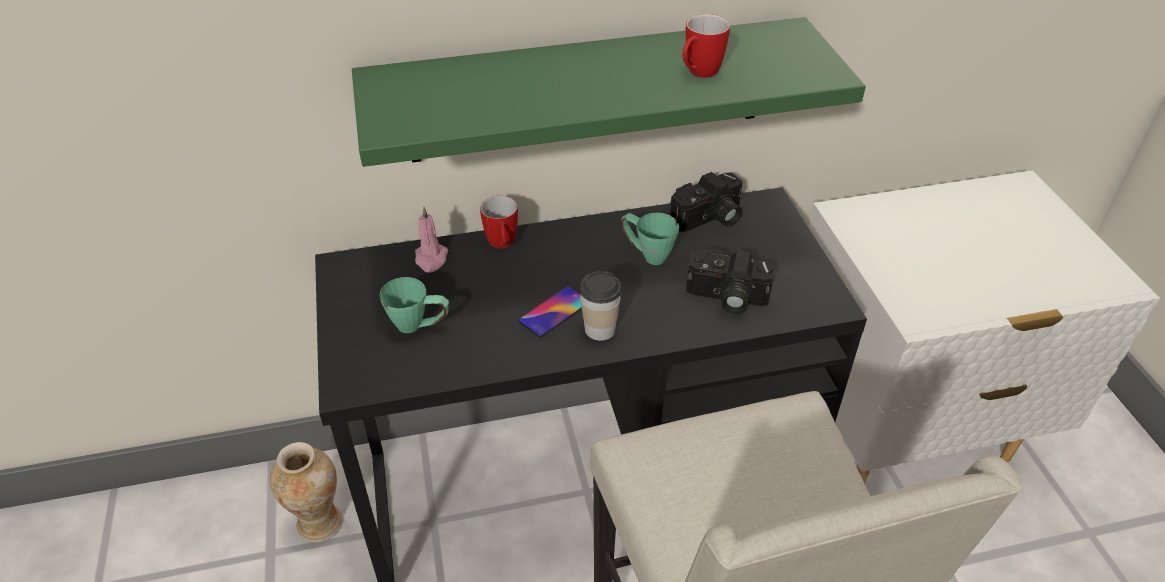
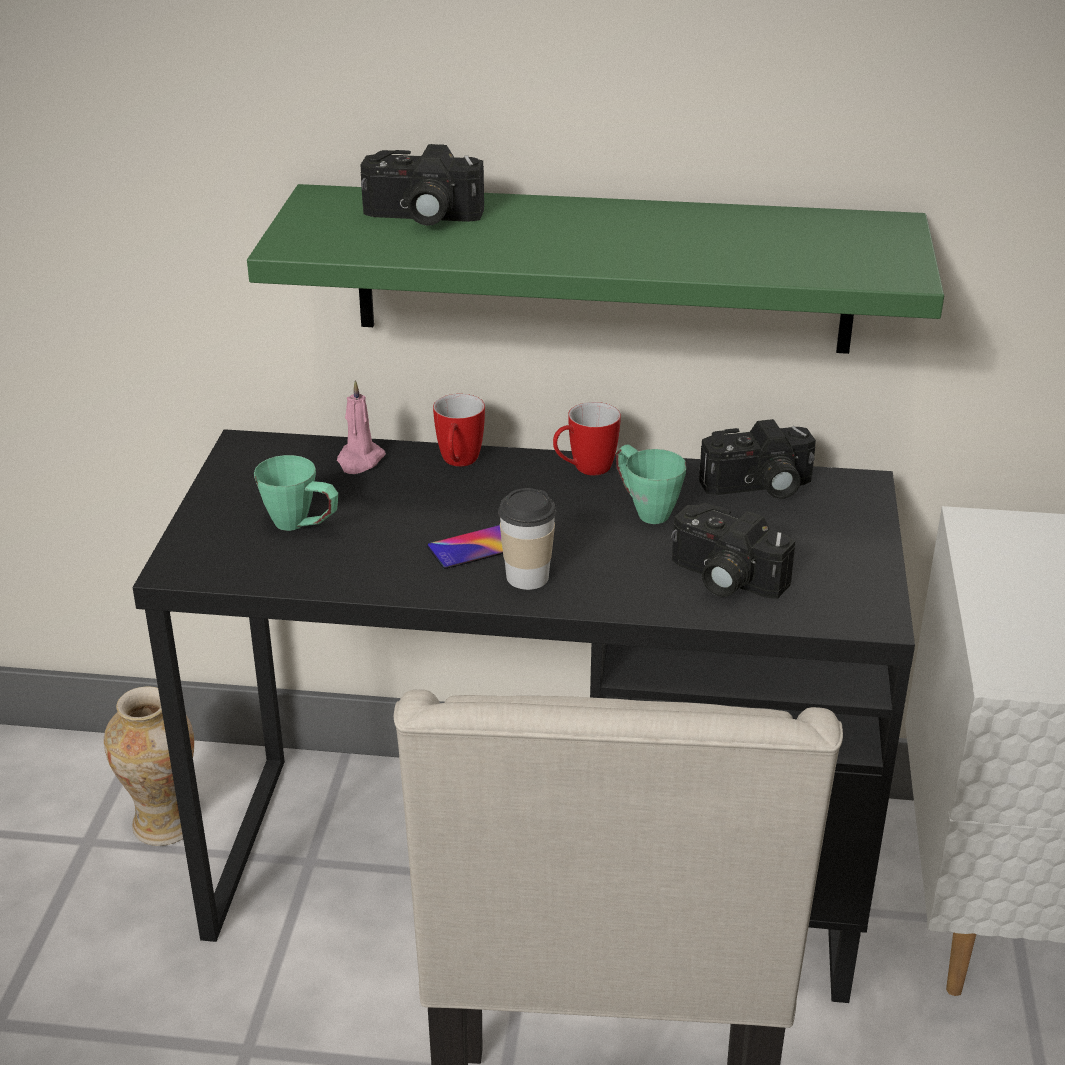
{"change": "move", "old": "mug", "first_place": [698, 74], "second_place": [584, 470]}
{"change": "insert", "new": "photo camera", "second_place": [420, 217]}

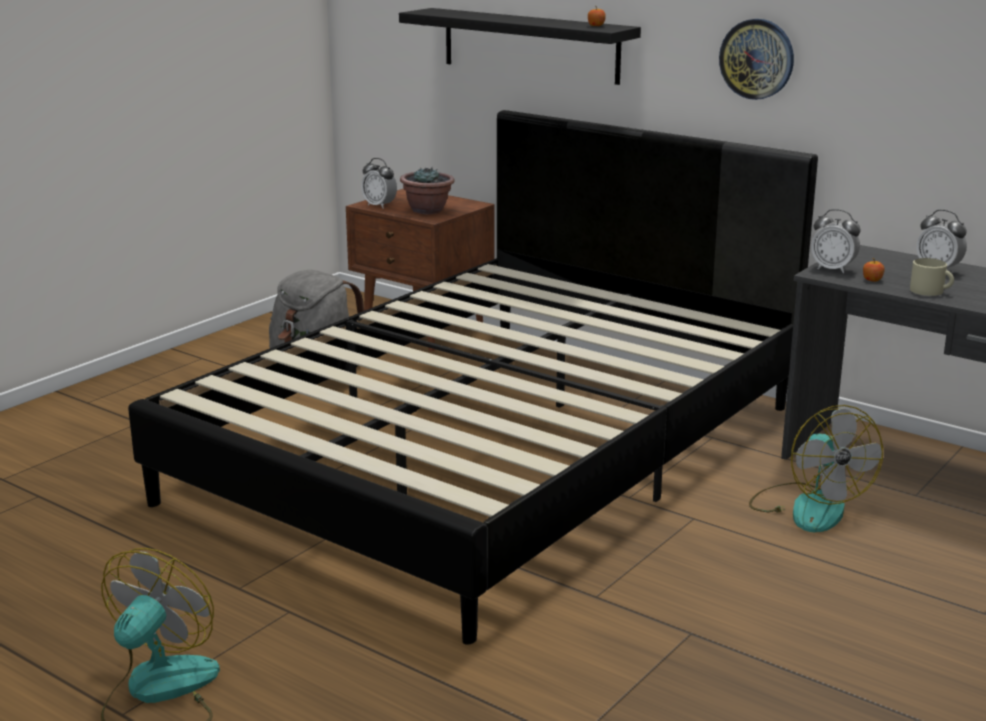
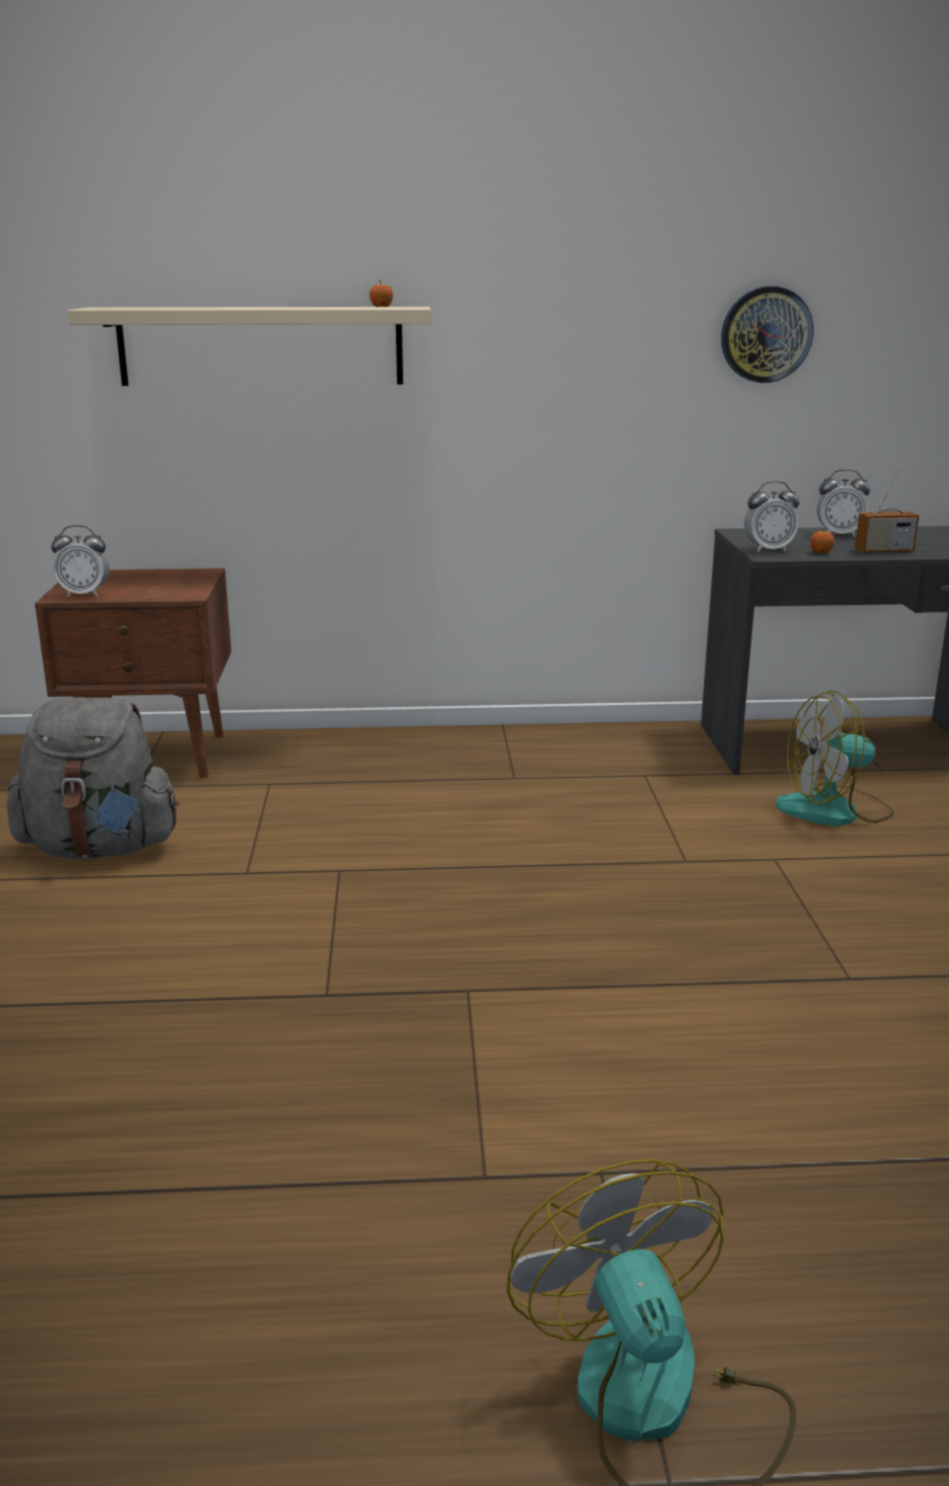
{"change": "delete", "old": "sleeping bed (black-coloured)", "first_place": [494, 452]}
{"change": "recolor", "old": "wall shelf (black-coloured)", "new": "wall shelf (beige-coloured)", "first_place": [530, 45], "second_place": [261, 346]}
{"change": "delete", "old": "plant in a pot", "first_place": [428, 210]}
{"change": "move", "old": "wall clock", "first_place": [757, 59], "second_place": [766, 334]}
{"change": "rotate", "old": "fan", "first_place": [808, 507], "second_place": [835, 810], "degrees": 135}
{"change": "replace", "old": "mug (beige-coloured)", "new": "radio receiver", "first_place": [931, 291], "second_place": [884, 551]}

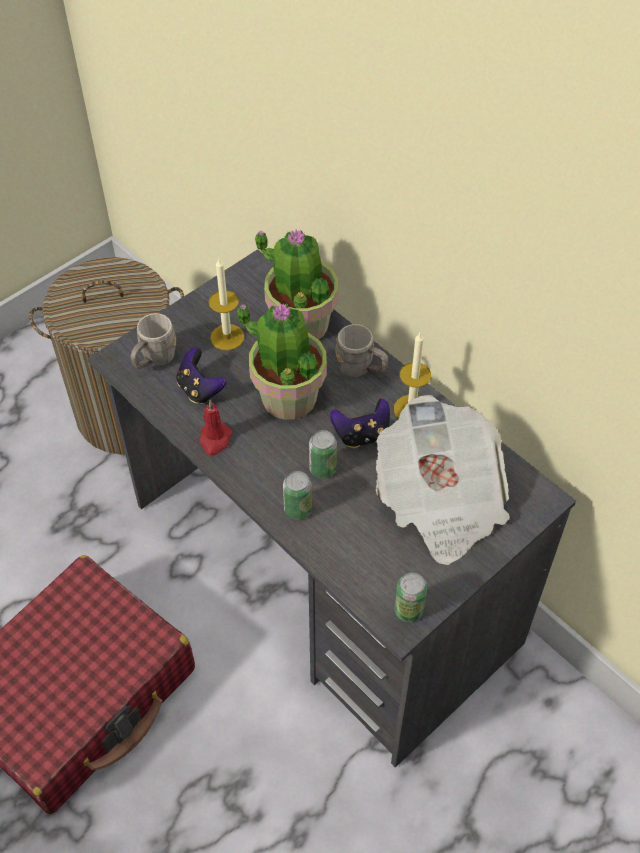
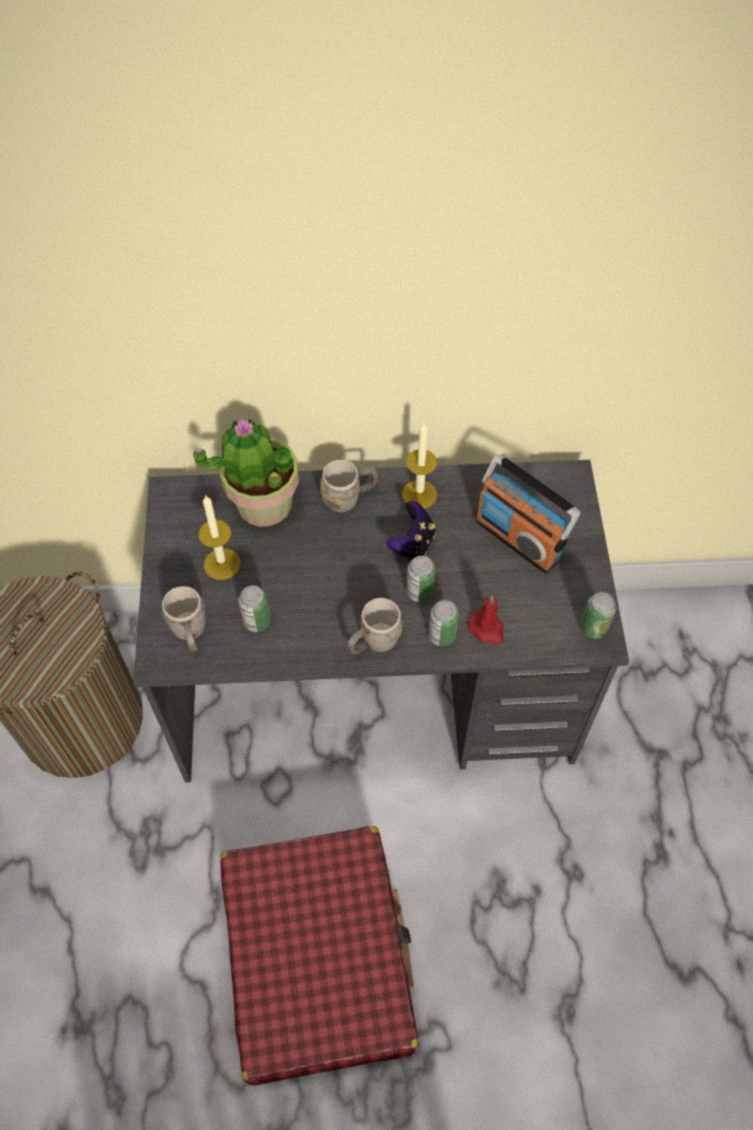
{"change": "replace", "old": "game controller", "new": "can", "first_place": [200, 389], "second_place": [257, 621]}
{"change": "move", "old": "candle (red)", "first_place": [215, 440], "second_place": [487, 629]}
{"change": "delete", "old": "plant in a pot", "first_place": [288, 397]}
{"change": "replace", "old": "newspaper", "new": "radio receiver", "first_place": [440, 501], "second_place": [518, 539]}
{"change": "insert", "new": "mug (grey)", "second_place": [374, 642]}

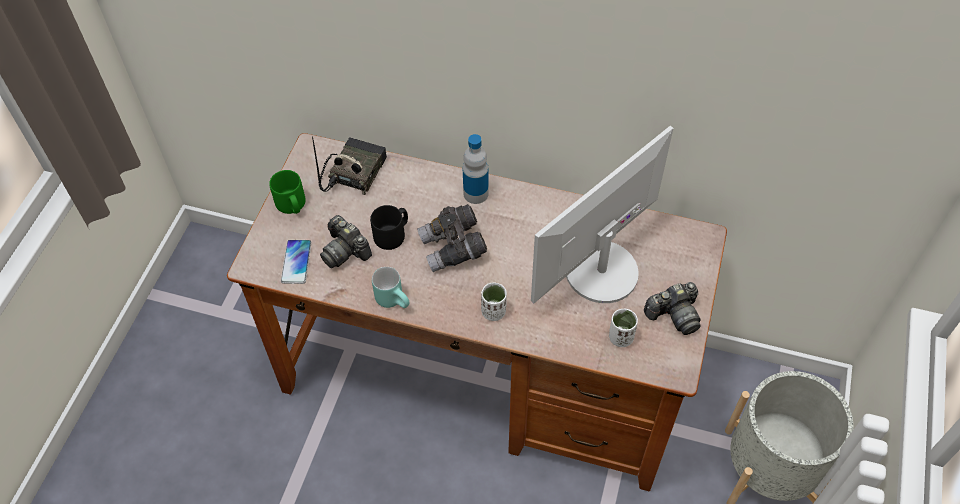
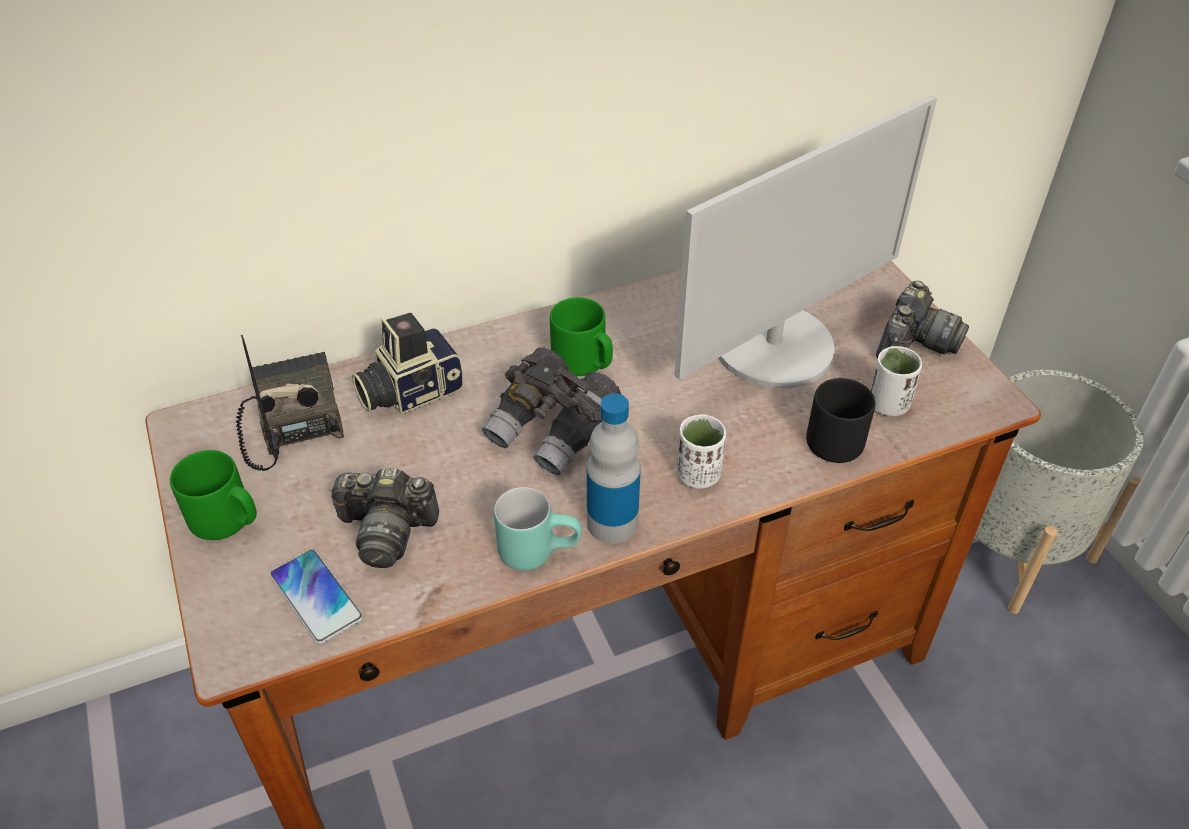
{"change": "move", "old": "mug (black-coloured)", "first_place": [392, 235], "second_place": [834, 437]}
{"change": "move", "old": "beverage bottle", "first_place": [476, 194], "second_place": [612, 523]}
{"change": "rotate", "old": "computer screen", "first_place": [600, 271], "second_place": [774, 347], "degrees": -135}
{"change": "insert", "new": "photo camera", "second_place": [409, 391]}
{"change": "insert", "new": "mug (green)", "second_place": [583, 362]}

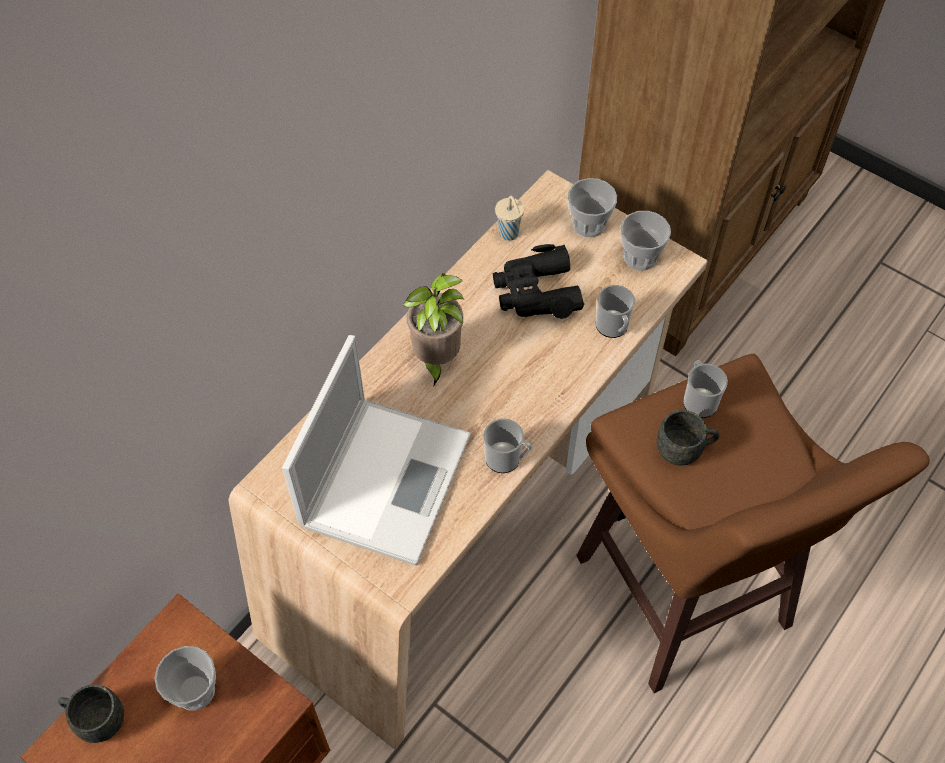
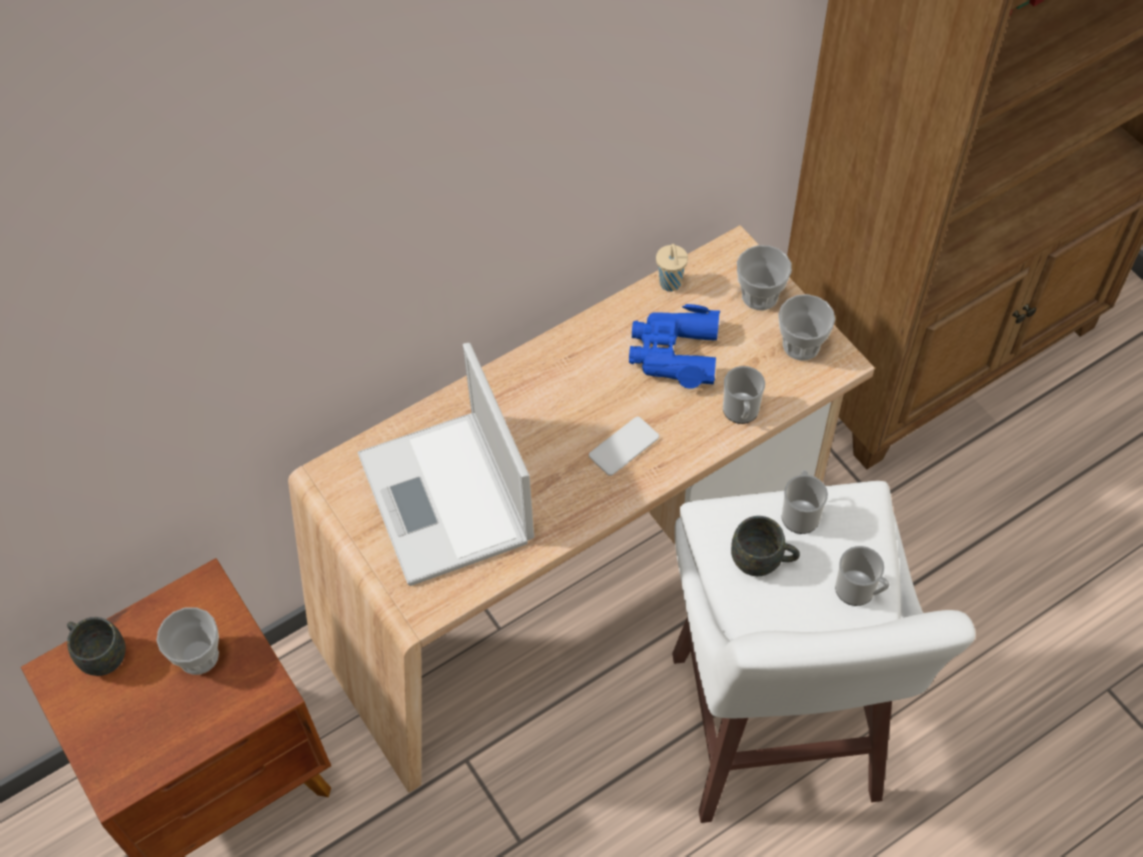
{"change": "rotate", "old": "laptop", "first_place": [387, 476], "second_place": [447, 500], "degrees": 120}
{"change": "delete", "old": "plant in a pot", "first_place": [436, 360]}
{"change": "move", "old": "mug", "first_place": [506, 459], "second_place": [859, 591]}
{"change": "recolor", "old": "field glasses (black-coloured)", "new": "field glasses (blue-coloured)", "first_place": [536, 292], "second_place": [674, 353]}
{"change": "recolor", "old": "stool seat (brown-coloured)", "new": "stool seat (whitish)", "first_place": [684, 597], "second_place": [773, 733]}
{"change": "insert", "new": "phone", "second_place": [624, 447]}

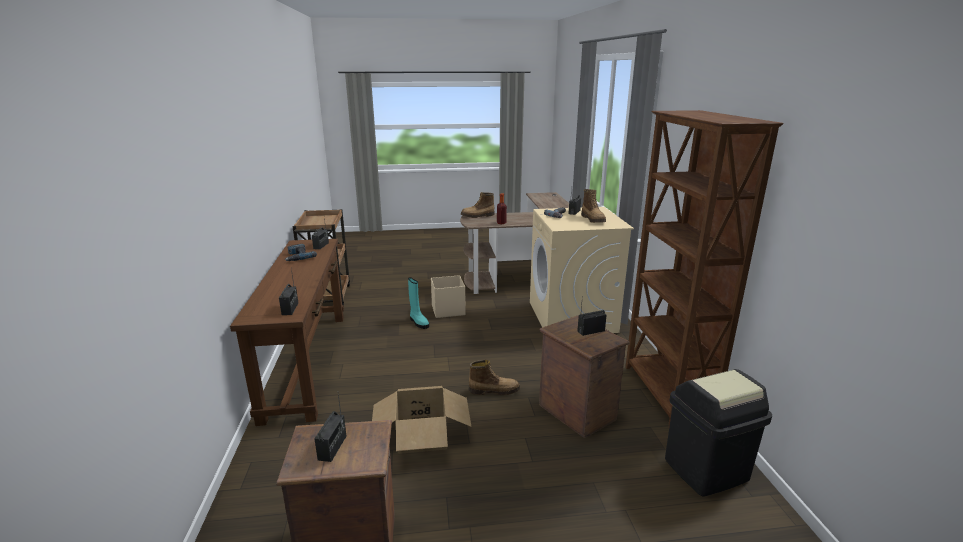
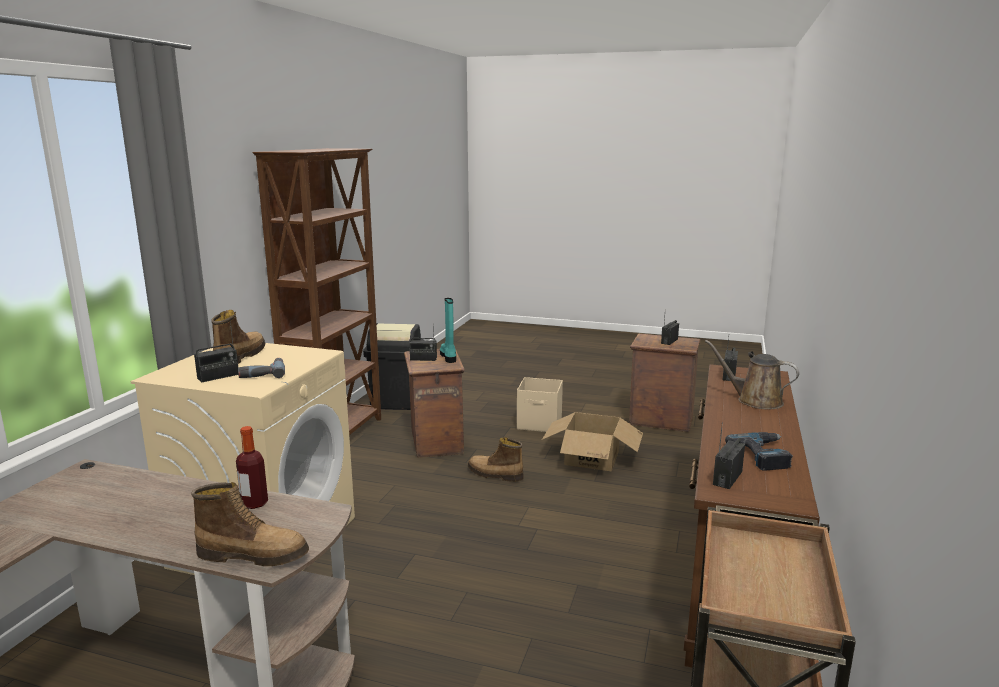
{"change": "move", "old": "tall boot (blue-green)", "first_place": [418, 322], "second_place": [449, 357]}
{"change": "move", "old": "storage container (beige-coloured)", "first_place": [447, 310], "second_place": [540, 424]}
{"change": "insert", "new": "watering pot (brown-coloured)", "second_place": [755, 401]}

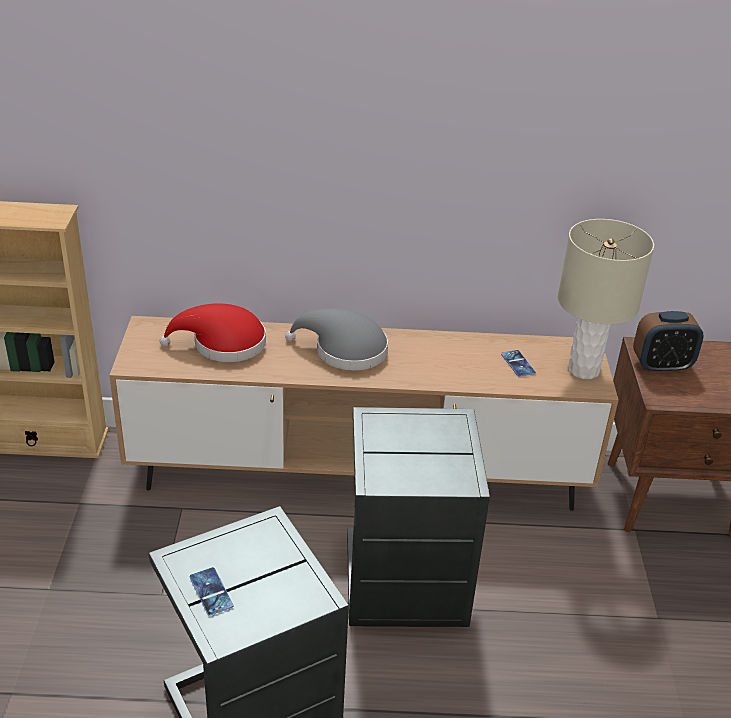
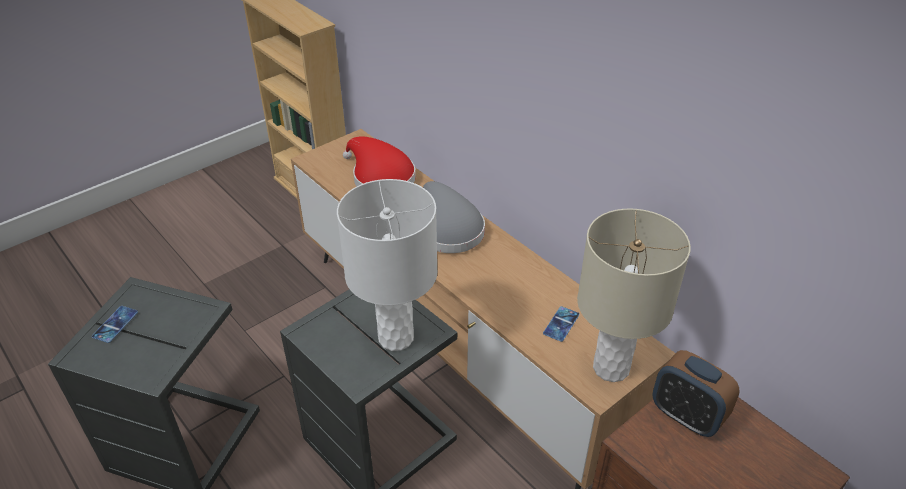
{"change": "insert", "new": "lamp for a table (whitish)", "second_place": [395, 337]}

